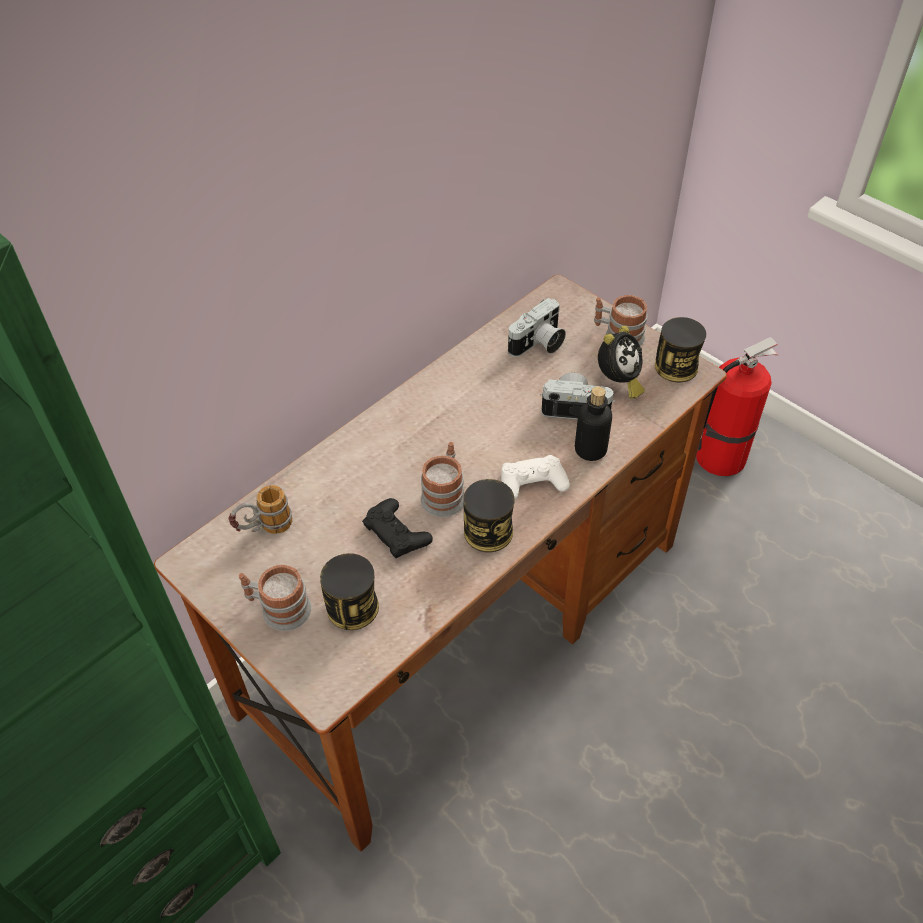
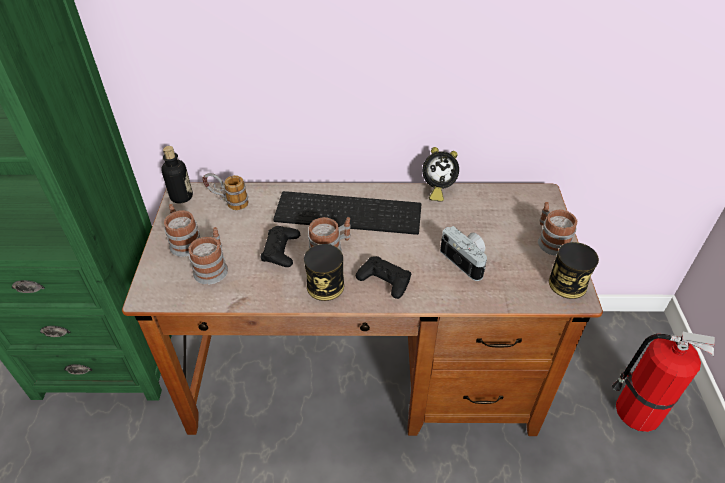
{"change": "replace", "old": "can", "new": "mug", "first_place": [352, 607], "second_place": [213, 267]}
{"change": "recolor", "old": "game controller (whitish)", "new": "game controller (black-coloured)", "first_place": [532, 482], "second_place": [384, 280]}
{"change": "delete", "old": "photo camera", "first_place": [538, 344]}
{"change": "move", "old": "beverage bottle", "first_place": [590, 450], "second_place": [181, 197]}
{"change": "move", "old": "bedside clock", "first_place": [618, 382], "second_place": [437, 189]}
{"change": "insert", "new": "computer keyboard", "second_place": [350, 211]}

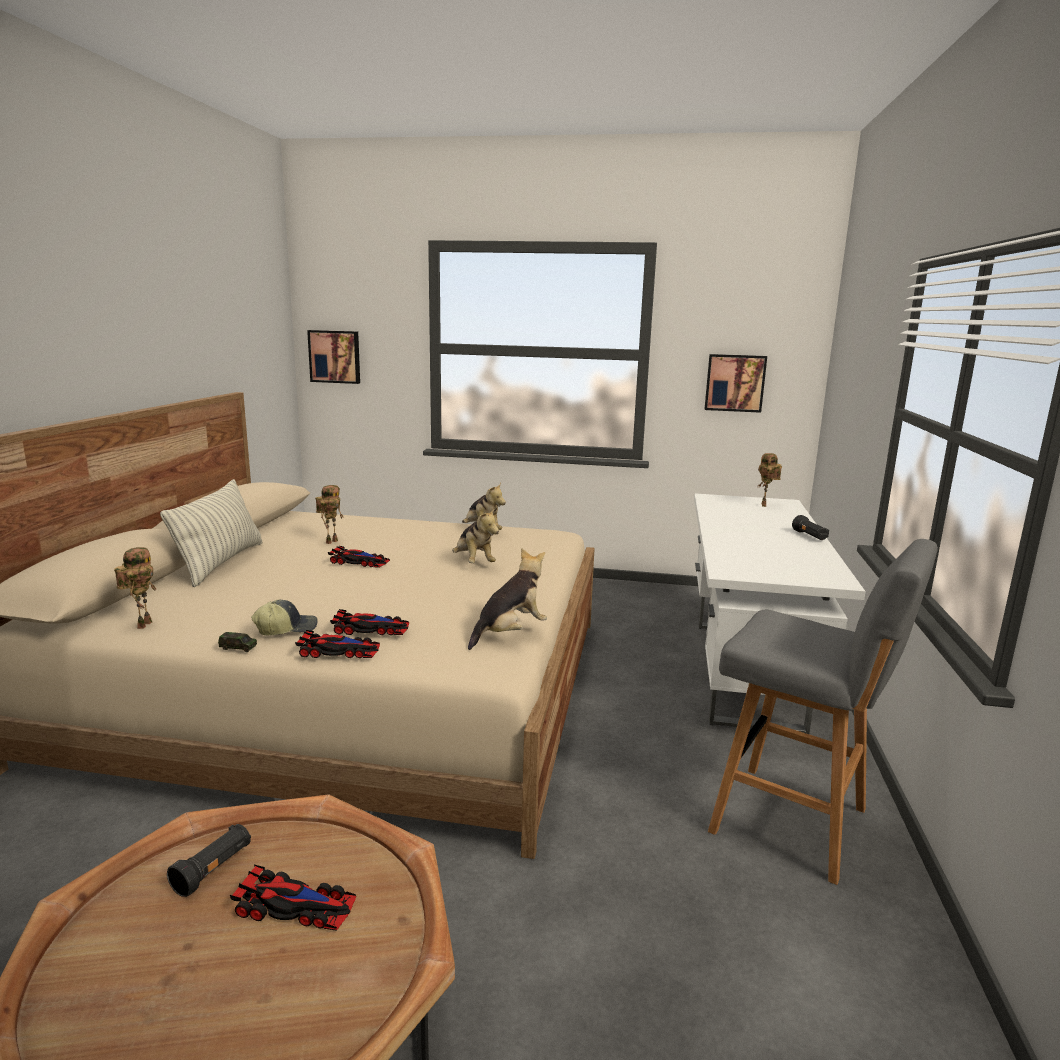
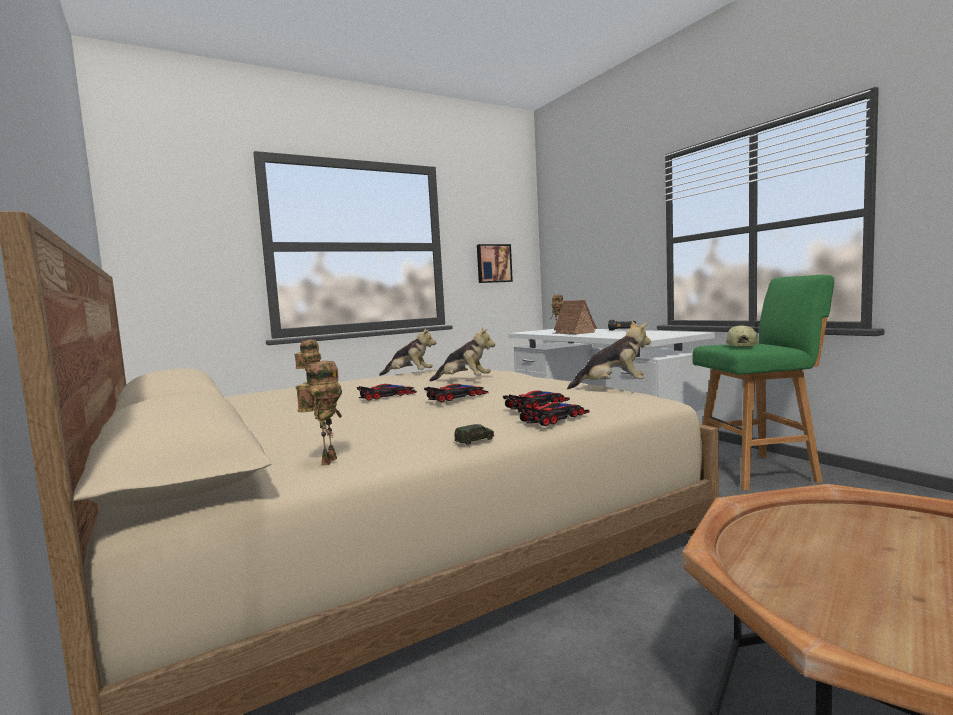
{"change": "rotate", "old": "toy robot", "first_place": [143, 624], "second_place": [327, 461], "degrees": 45}
{"change": "delete", "old": "pillow", "first_place": [221, 563]}
{"change": "delete", "old": "flashlight (black-coloured)", "first_place": [213, 870]}
{"change": "move", "old": "toy car", "first_place": [295, 906], "second_place": [457, 396]}
{"change": "move", "old": "cap", "first_place": [286, 628], "second_place": [740, 346]}
{"change": "delete", "old": "wall picture", "first_place": [335, 356]}
{"change": "rotate", "old": "cuddly toy", "first_place": [510, 633], "second_place": [612, 387], "degrees": 90}
{"change": "recolor", "old": "stool seat (grey)", "new": "stool seat (green)", "first_place": [795, 823], "second_place": [758, 472]}
{"change": "insert", "new": "model house", "second_place": [573, 333]}

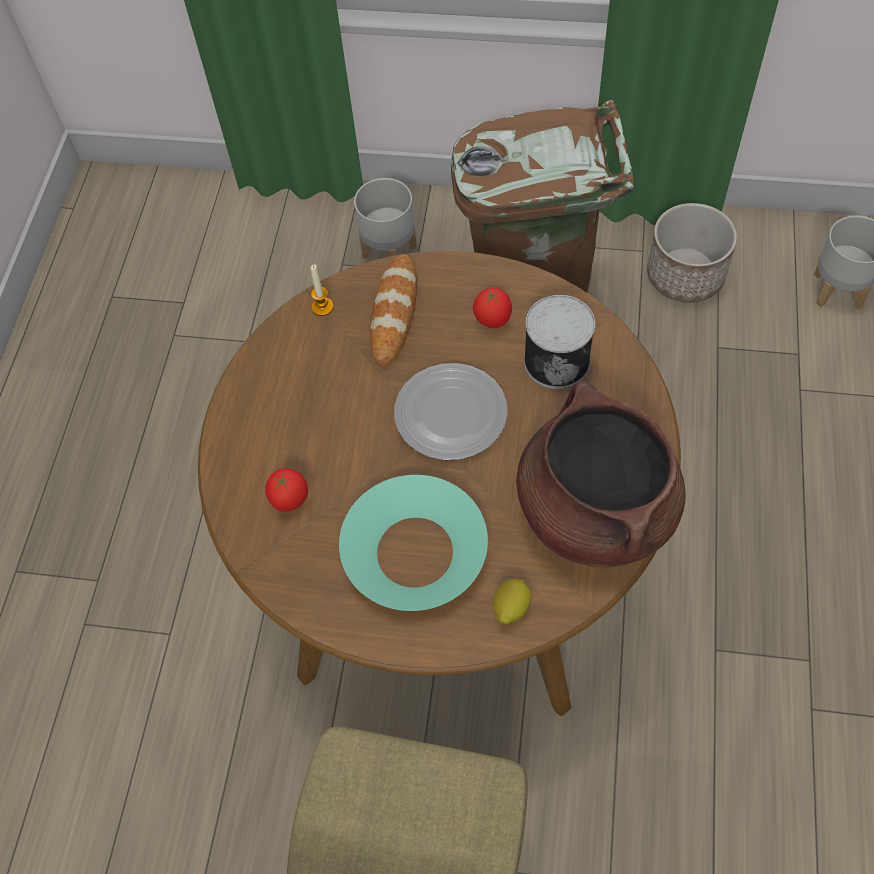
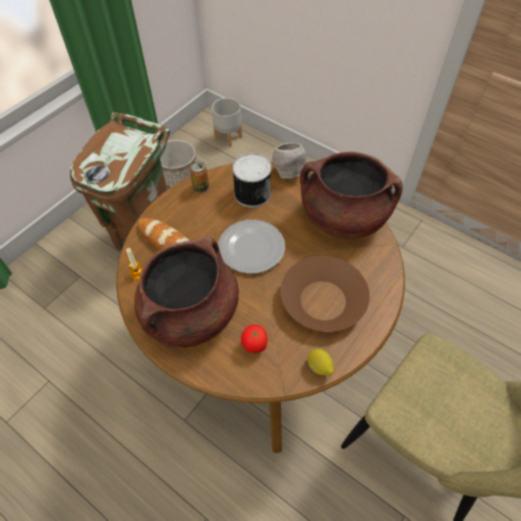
{"change": "recolor", "old": "serving bowl (blue-green)", "new": "serving bowl (brown-coloured)", "first_place": [414, 552], "second_place": [323, 300]}
{"change": "delete", "old": "flower pot (grey)", "first_place": [390, 250]}
{"change": "delete", "old": "whole tomato", "first_place": [492, 321]}
{"change": "move", "old": "citrus fruit", "first_place": [510, 607], "second_place": [319, 367]}
{"change": "insert", "new": "stockpot (brown-coloured)", "second_place": [191, 314]}
{"change": "insert", "new": "can", "second_place": [200, 187]}
{"change": "insert", "new": "serving bowl (grey)", "second_place": [288, 173]}

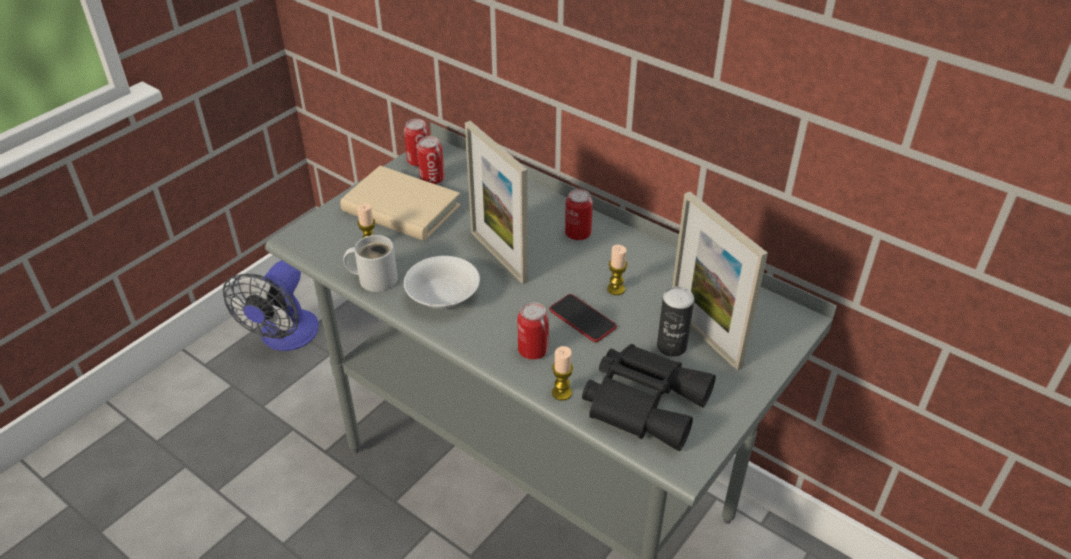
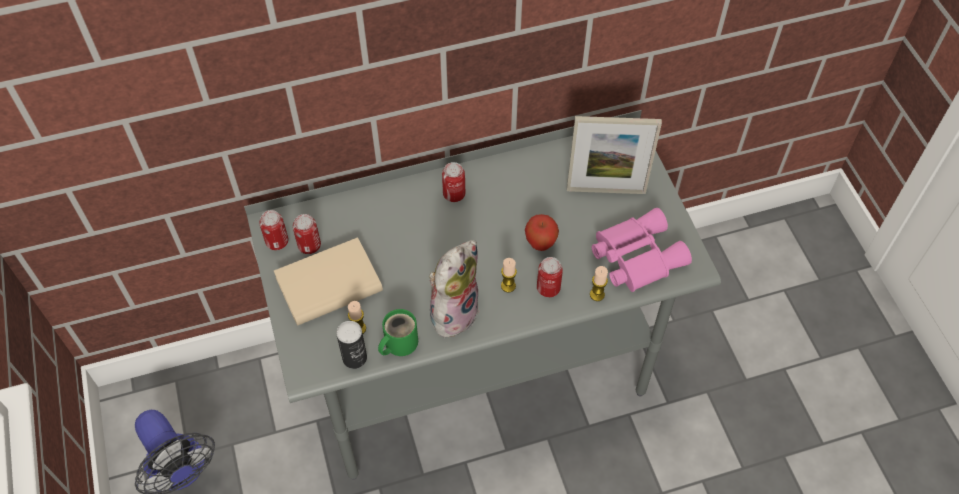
{"change": "recolor", "old": "mug (whitish)", "new": "mug (green)", "first_place": [374, 278], "second_place": [398, 343]}
{"change": "replace", "old": "serving bowl (whitish)", "new": "cuddly toy", "first_place": [442, 296], "second_place": [453, 311]}
{"change": "delete", "old": "standing frame", "first_place": [498, 256]}
{"change": "replace", "old": "phone", "new": "whole apple", "first_place": [582, 319], "second_place": [540, 244]}
{"change": "recolor", "old": "field glasses (black-coloured)", "new": "field glasses (pinkish)", "first_place": [645, 401], "second_place": [635, 255]}
{"change": "move", "old": "candle", "first_place": [616, 289], "second_place": [508, 286]}
{"change": "move", "old": "can", "first_place": [671, 346], "second_place": [354, 358]}

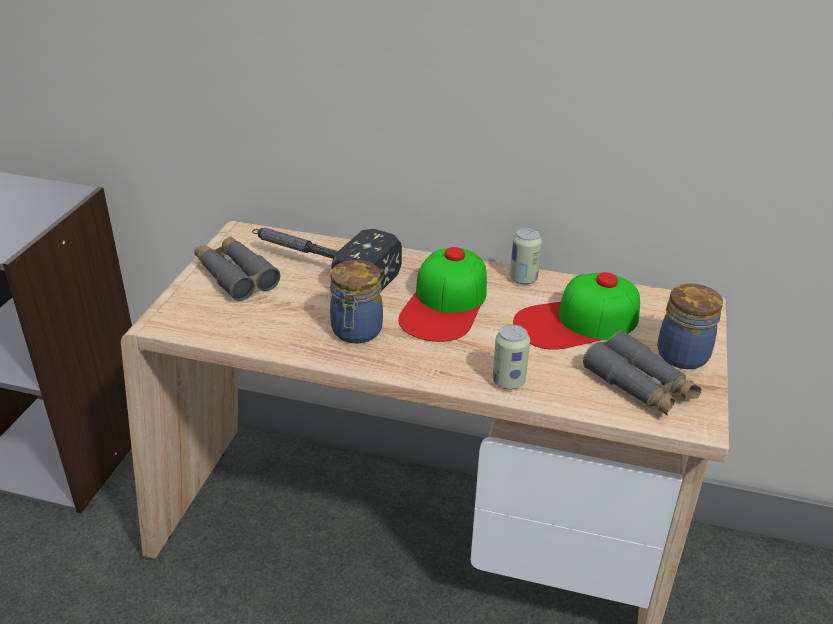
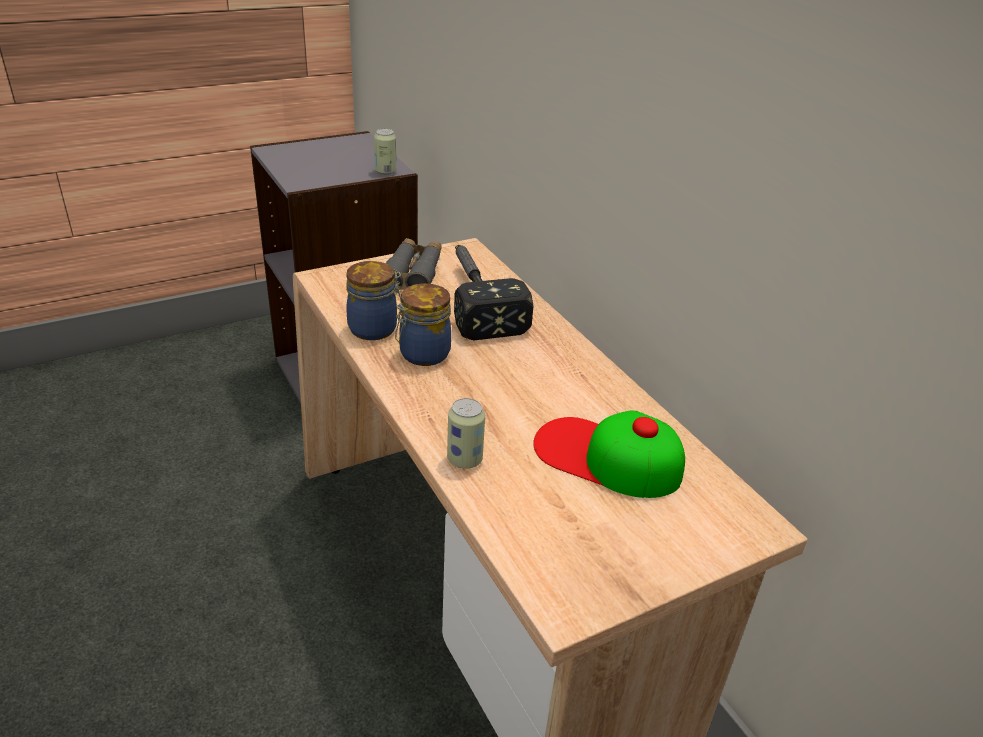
{"change": "delete", "old": "cap", "first_place": [445, 304]}
{"change": "move", "old": "can", "first_place": [523, 279], "second_place": [385, 171]}
{"change": "delete", "old": "field glasses (grey)", "first_place": [640, 386]}
{"change": "move", "old": "preserve jar", "first_place": [683, 354], "second_place": [375, 329]}

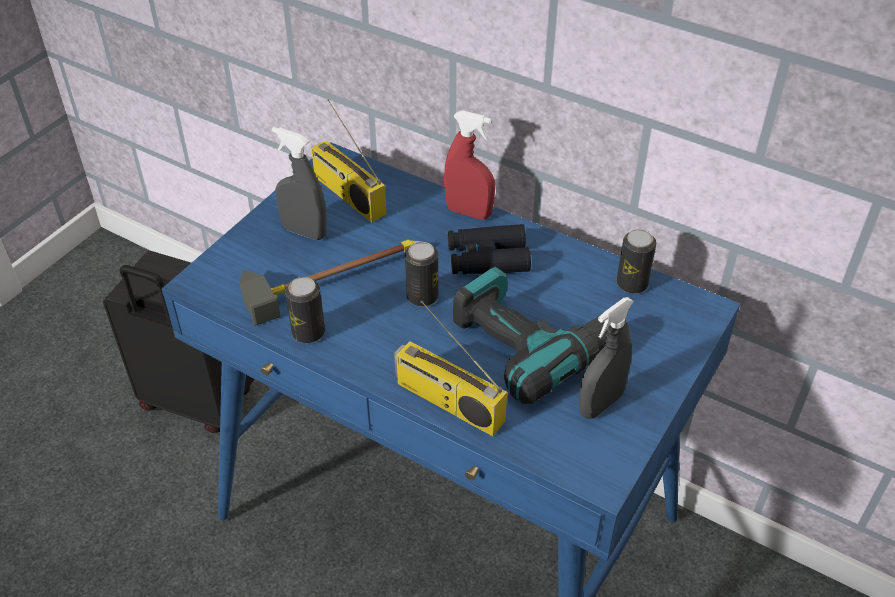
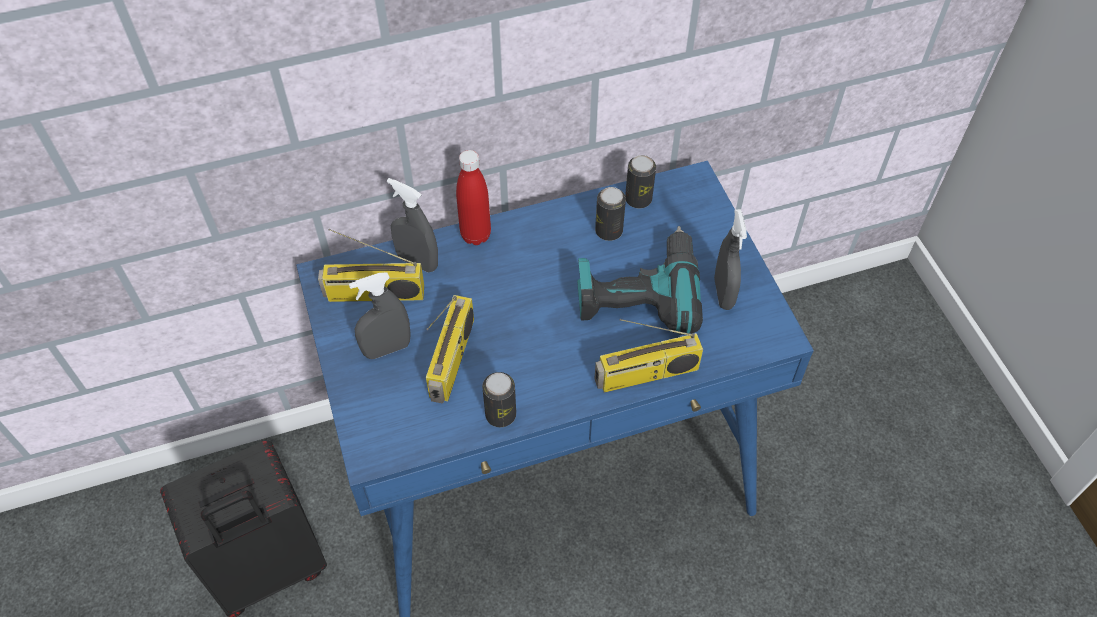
{"change": "replace", "old": "hand hammer", "new": "radio receiver", "first_place": [332, 273], "second_place": [453, 360]}
{"change": "move", "old": "can", "first_place": [422, 297], "second_place": [608, 231]}
{"change": "replace", "old": "sprayer (red)", "new": "beverage bottle (red)", "first_place": [468, 212], "second_place": [475, 235]}
{"change": "delete", "old": "field glasses (black-coloured)", "first_place": [487, 258]}
{"change": "insert", "new": "sprayer (grey)", "second_place": [417, 262]}

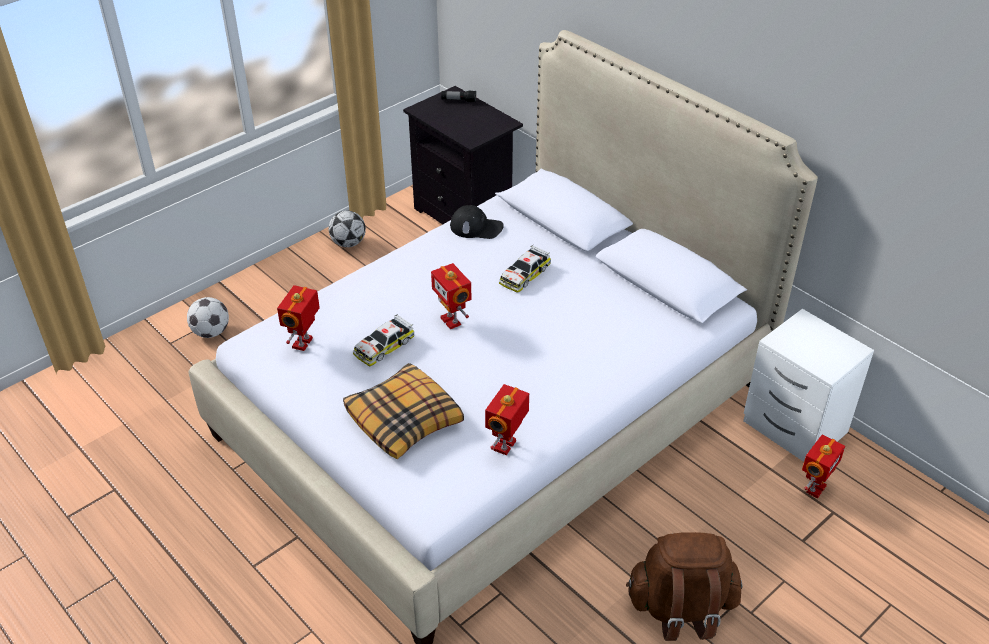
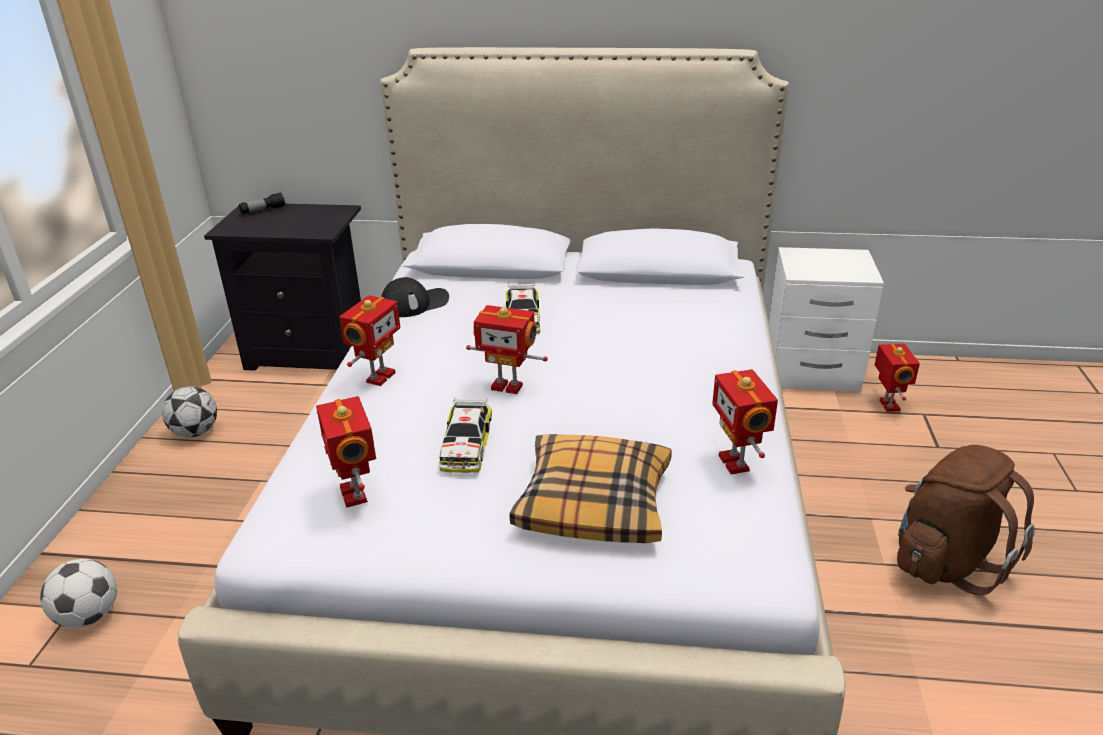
{"change": "insert", "new": "toy robot", "second_place": [379, 377]}

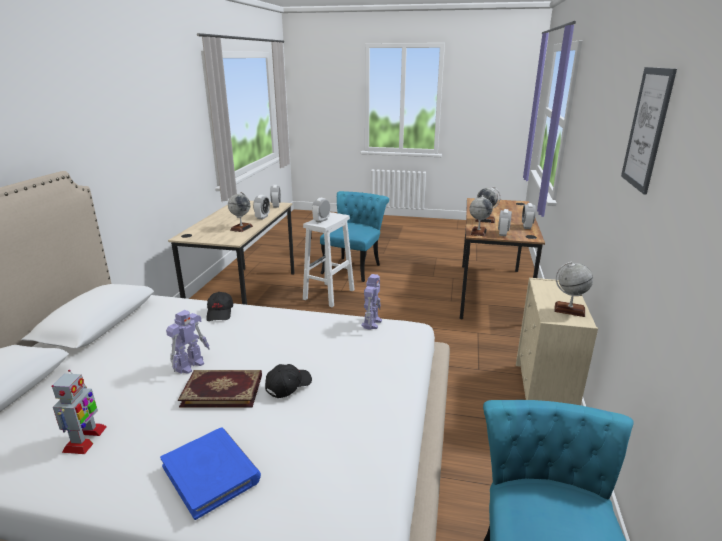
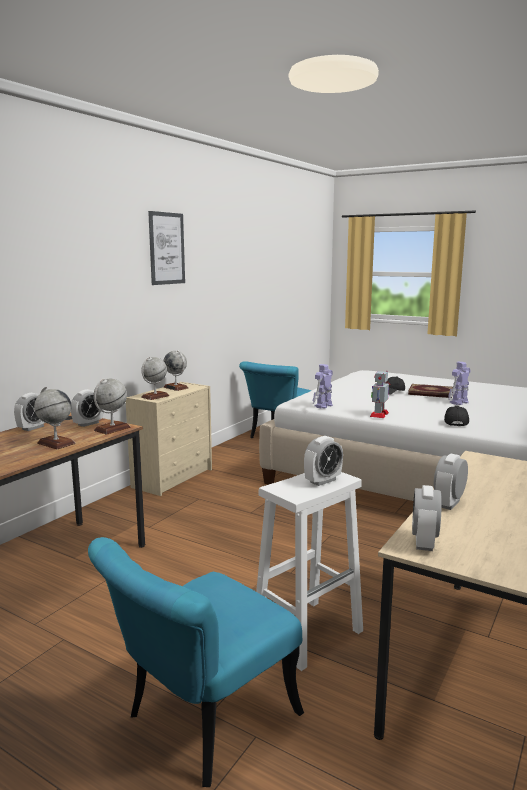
{"change": "move", "old": "toy robot", "first_place": [85, 439], "second_place": [379, 414]}
{"change": "delete", "old": "book (blue-coloured)", "first_place": [211, 473]}
{"change": "move", "old": "desk globe", "first_place": [241, 228], "second_place": [155, 396]}

